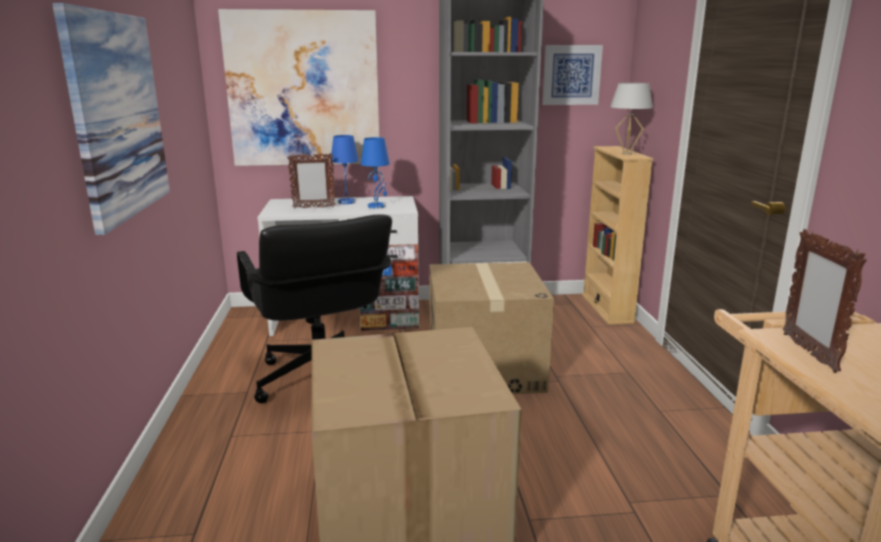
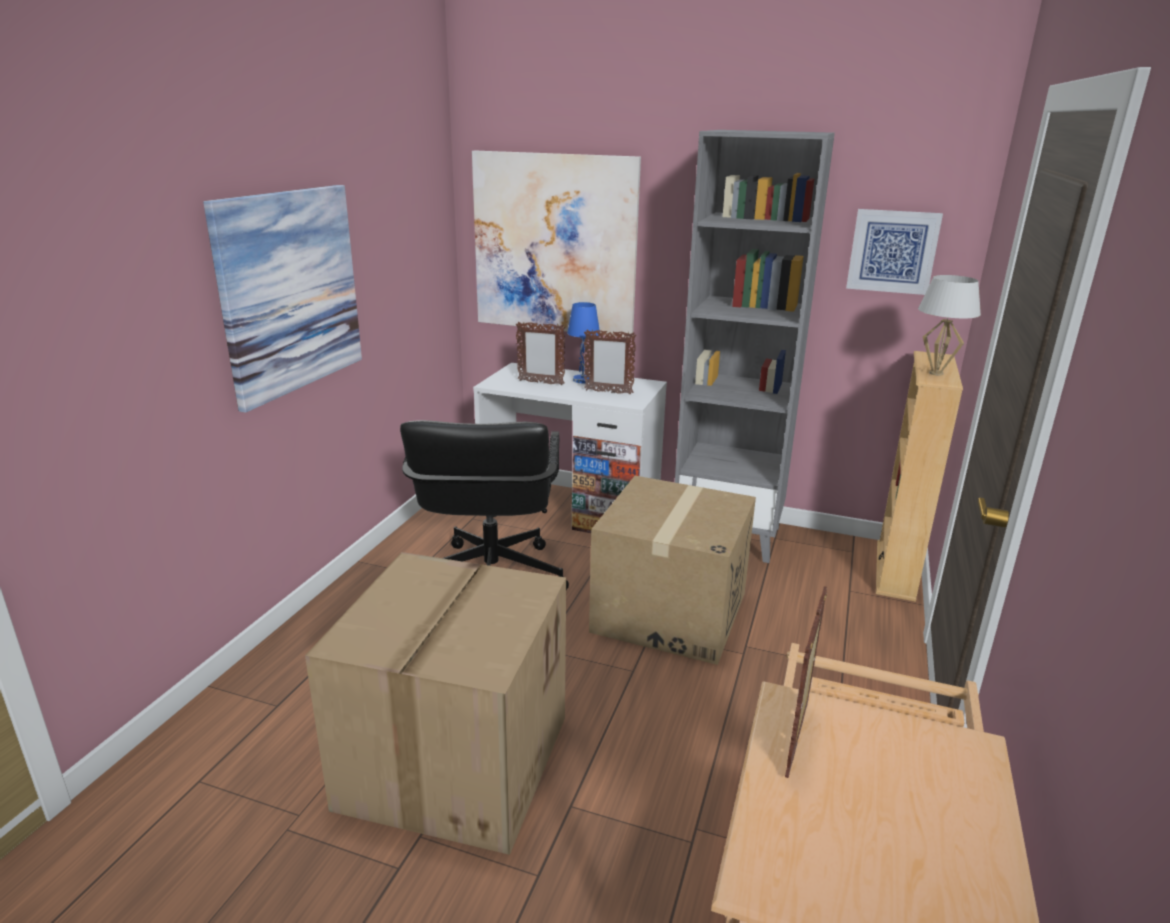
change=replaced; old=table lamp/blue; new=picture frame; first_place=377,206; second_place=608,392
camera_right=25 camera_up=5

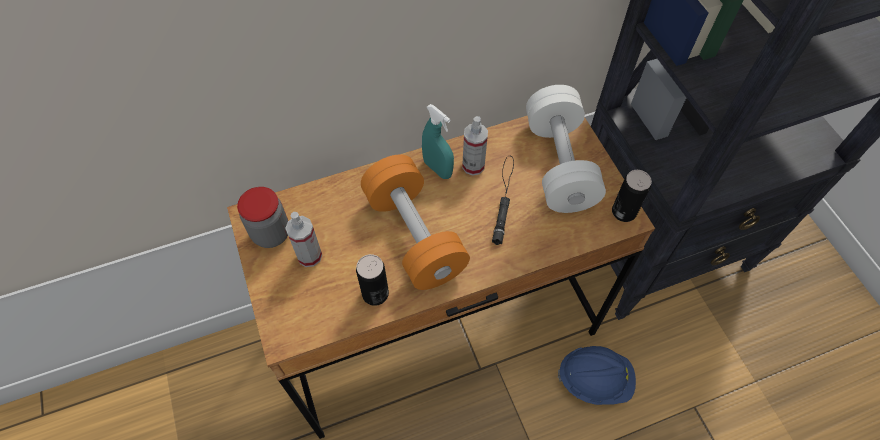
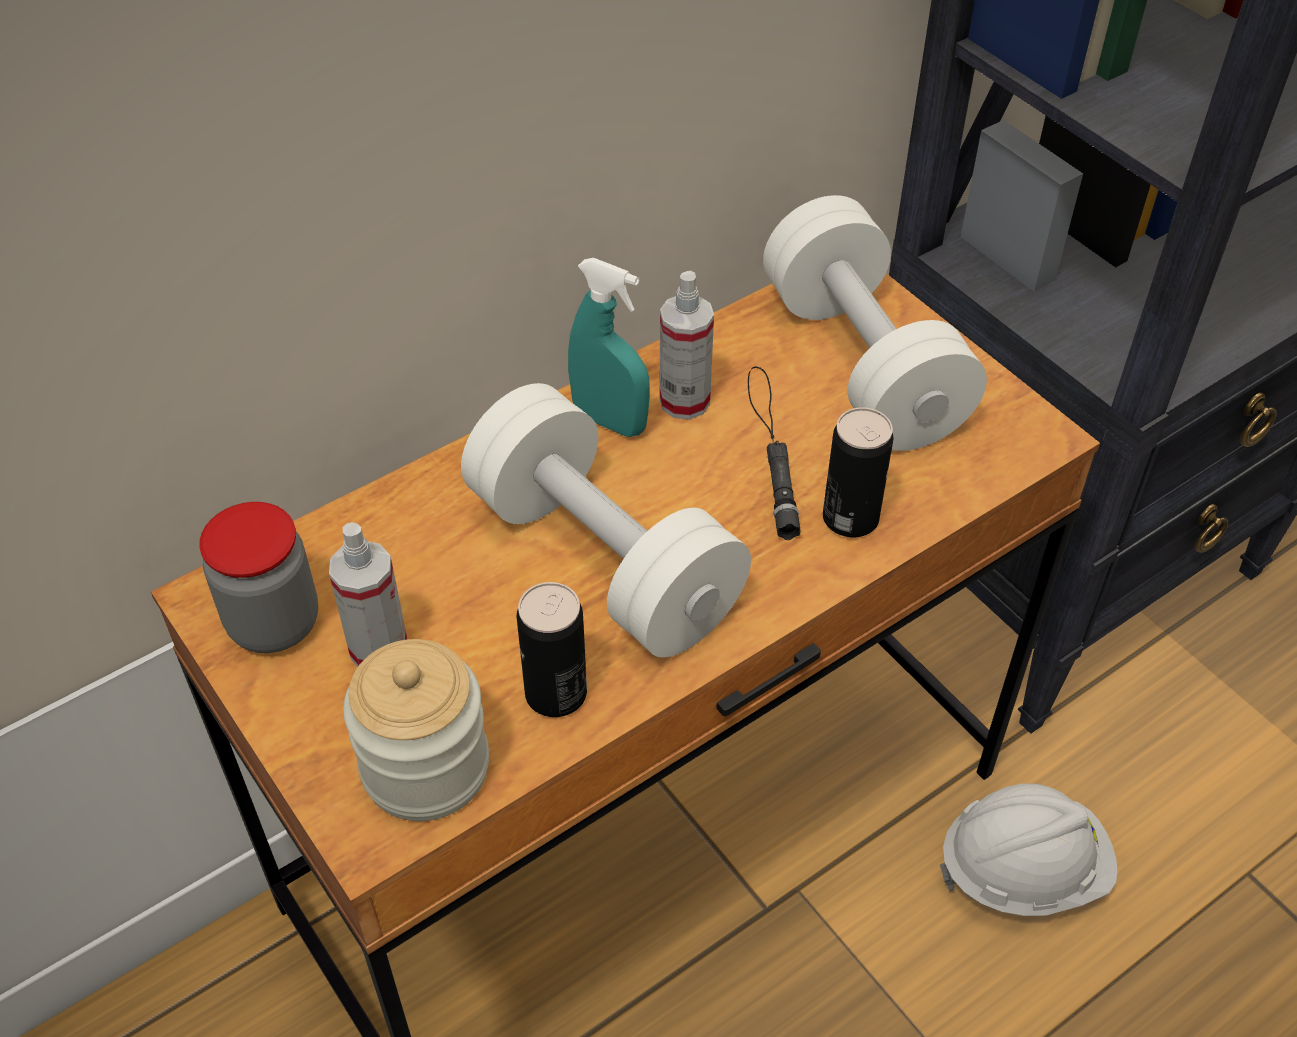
change=added; new=jar; second_place=426,767
change=recoloured; old=dumbbell/orange; new=dumbbell/white; first_place=414,235; second_place=604,560
change=moved; old=can; first_place=624,212; second_place=850,518
change=recoloured; old=hard hat/blue; new=hard hat/white; first_place=594,380; second_place=1023,870
camera_right=-15 camera_up=-10

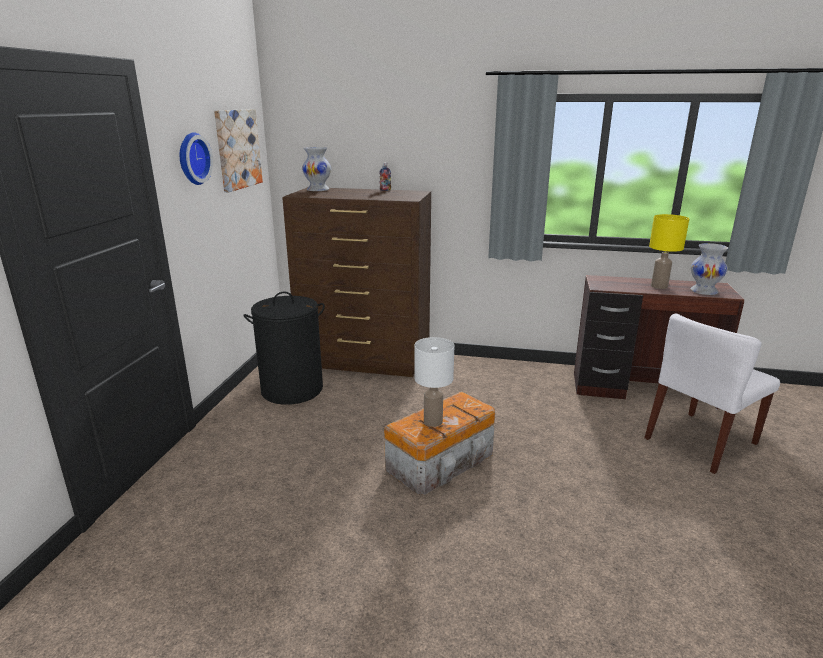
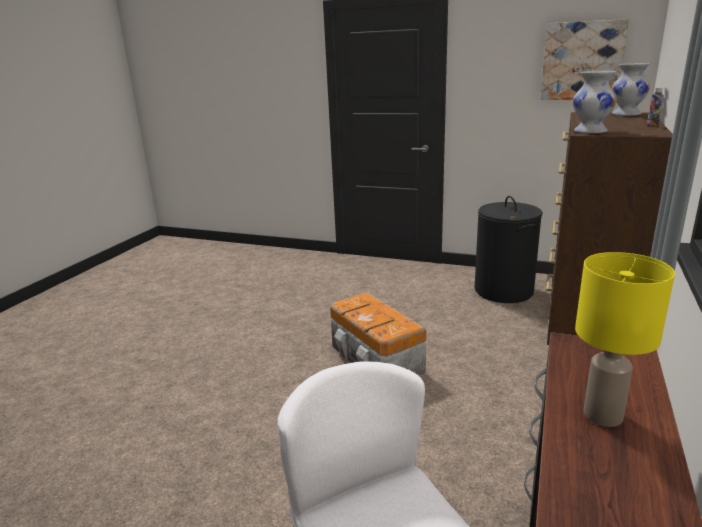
change=moved; old=vase/white; first_place=703,291; second_place=590,131
change=removed; old=wall clock; first_place=192,158
change=removed; old=table lamp/white; first_place=433,422
camera_right=100 camera_up=0

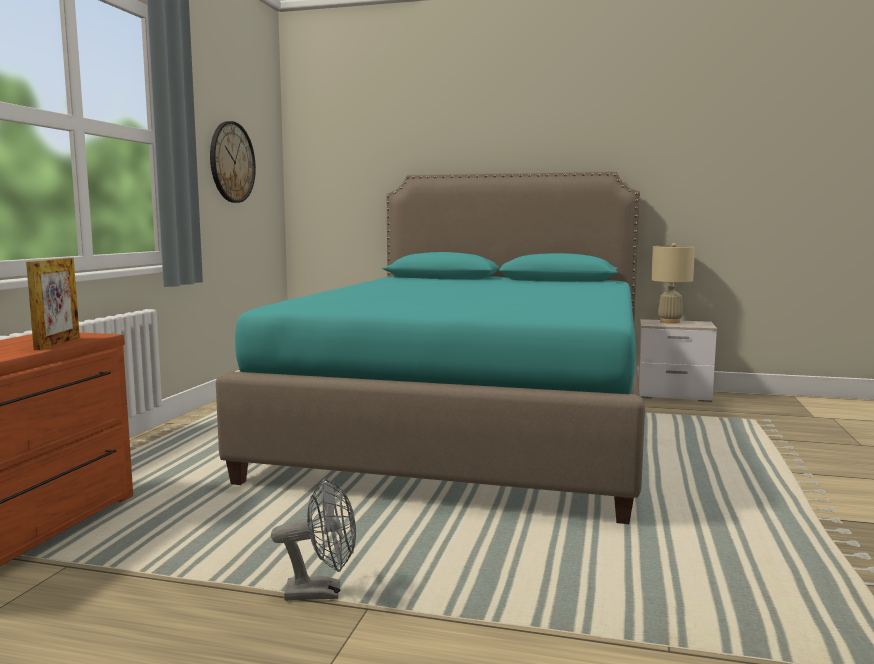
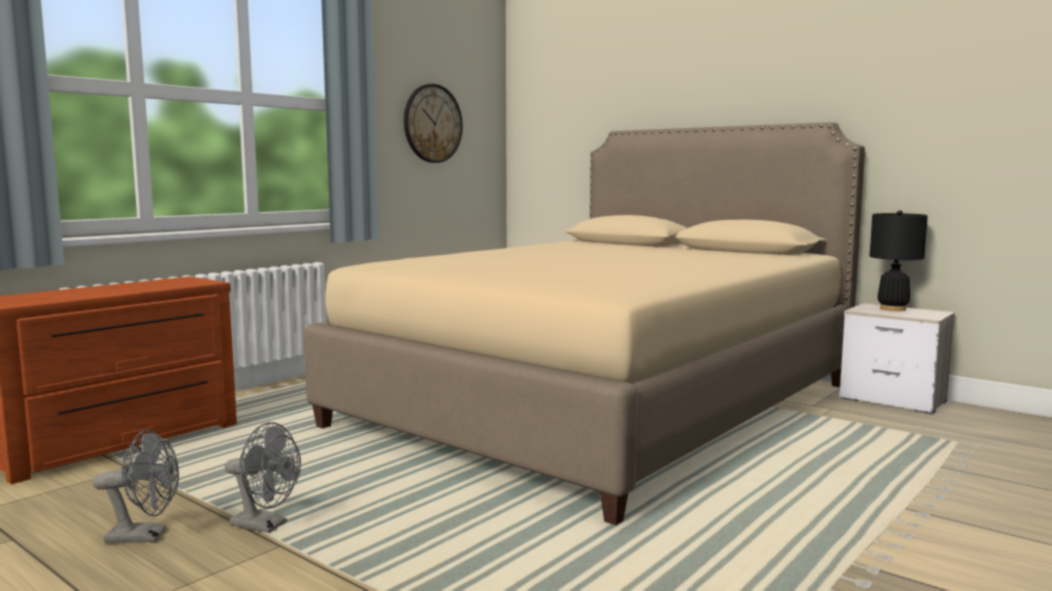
change=added; new=fan/grey; second_place=145,536
change=recoloured; old=bed/turquoise; new=bed/beige; first_place=473,425; second_place=603,404
change=recoloured; old=table lamp/beige; new=table lamp/black; first_place=670,322; second_place=892,309
change=removed; old=picture frame; first_place=57,343
camera_right=25 camera_up=0

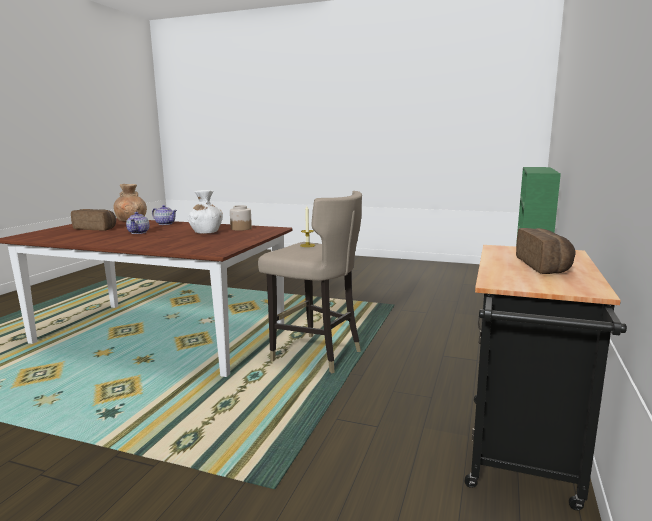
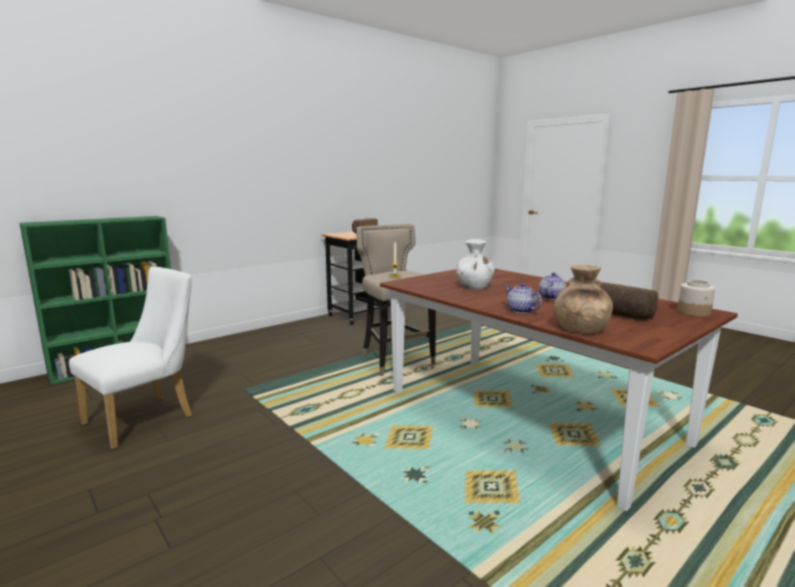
change=added; new=chair/white; second_place=147,418
change=moved; old=jar; first_place=241,228; second_place=694,313
camera_right=-150 camera_up=0

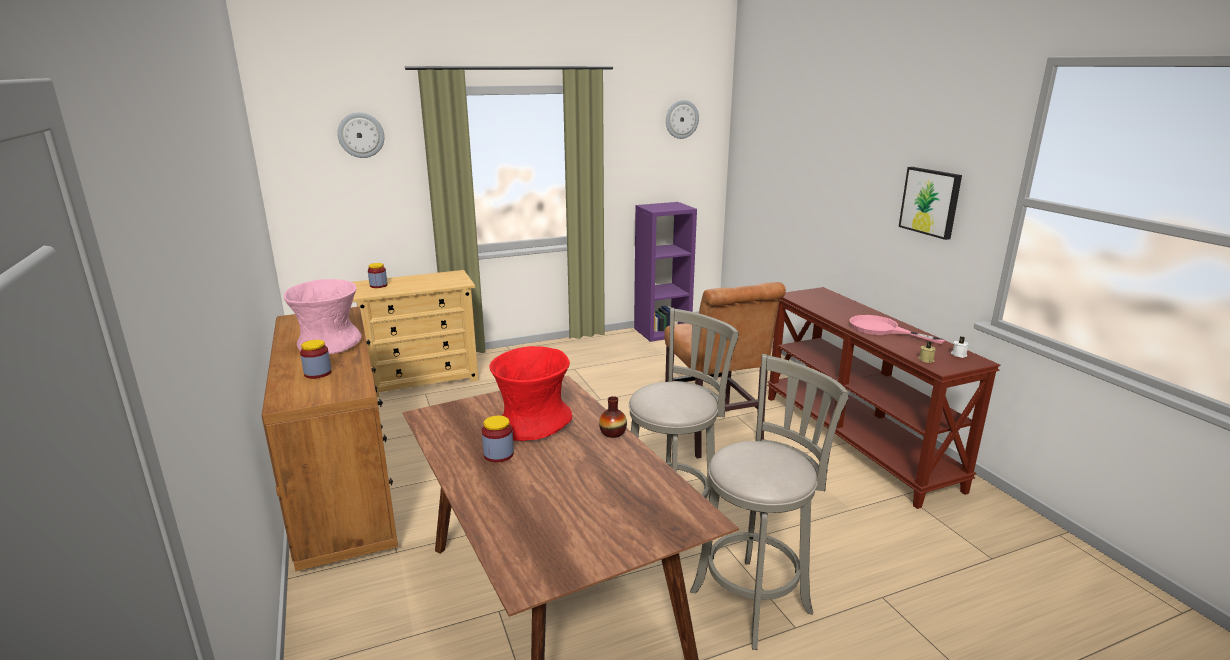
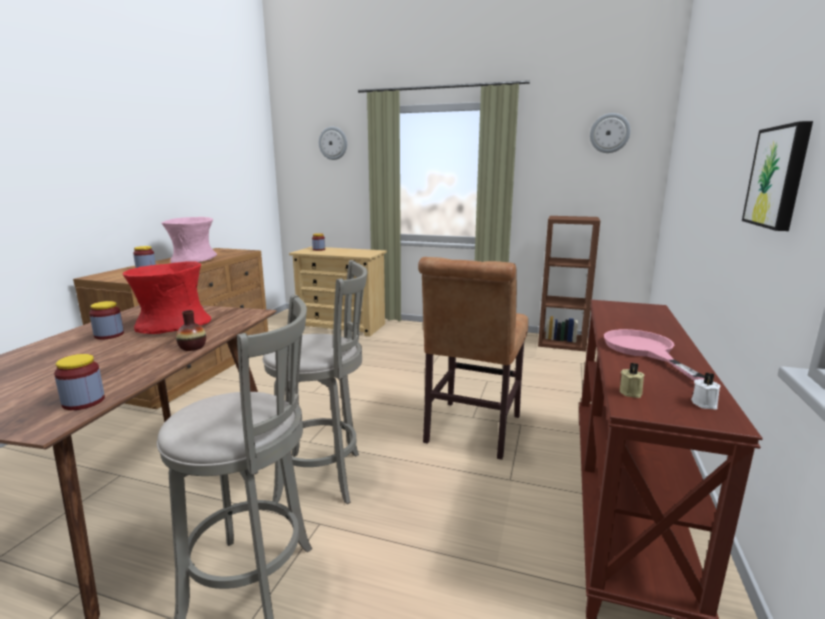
change=added; new=jar; second_place=83,402
change=recoloured; old=bookcase/purple; new=bookcase/brown; first_place=662,331; second_place=562,342
camera_right=40 camera_up=-5

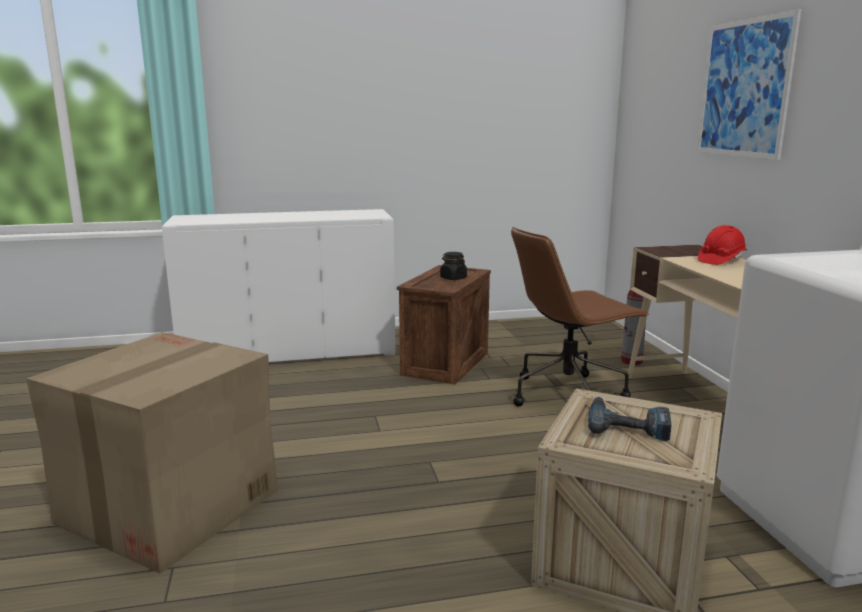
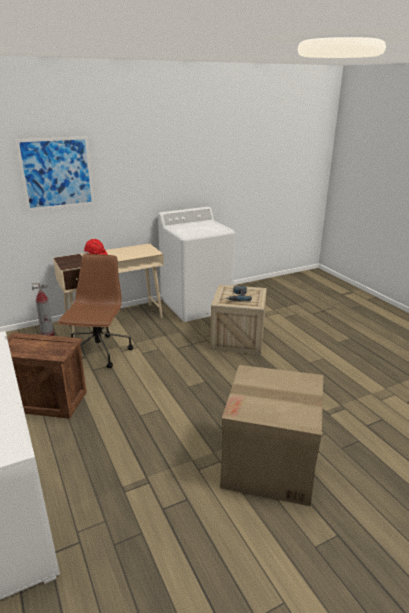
change=turned; old=office chair/brown; first_place=568,394; second_place=99,353; degrees=-135
change=removed; old=jar/black; first_place=453,278
camera_right=-105 camera_up=10

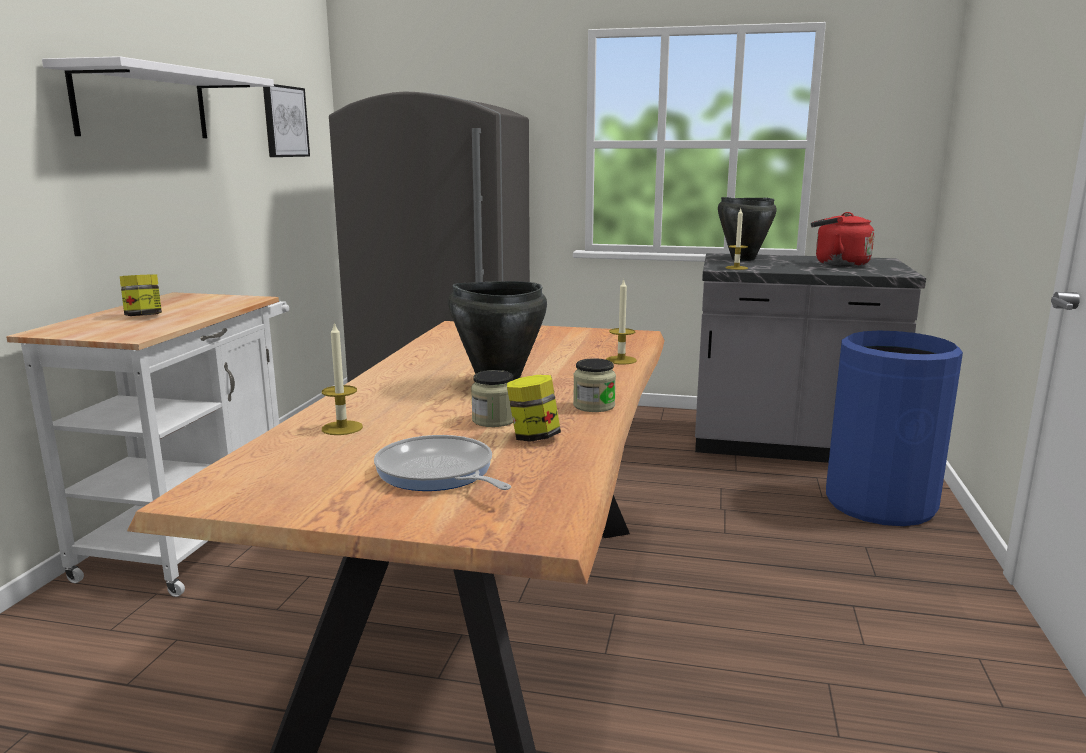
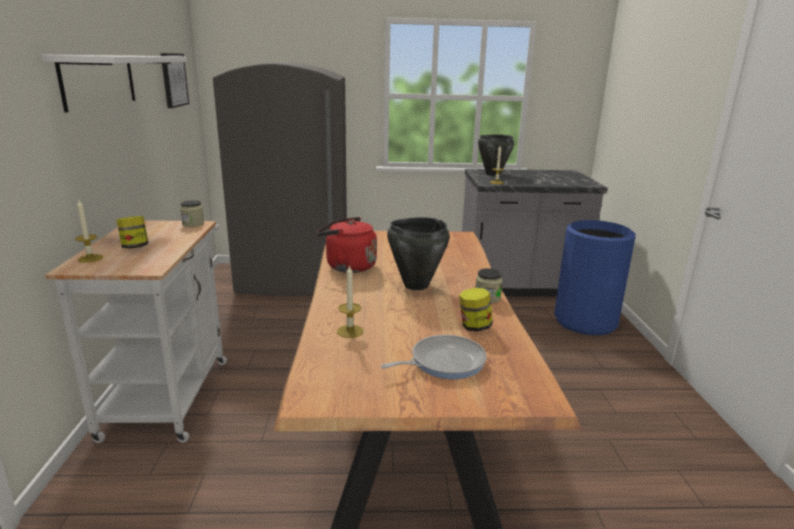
change=moved; old=candle; first_place=621,360; second_place=90,258
change=moved; old=jar; first_place=494,420; second_place=193,224
change=moved; old=kettle/red; first_place=837,264; second_place=347,266
change=turned; old=frying pan; first_place=438,473; second_place=443,362; degrees=120
camera_right=-15 camera_up=5

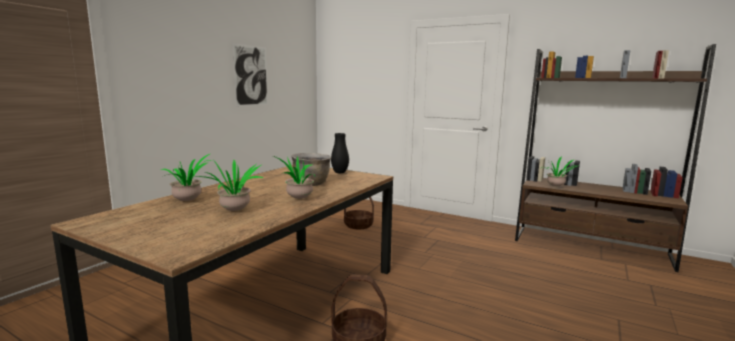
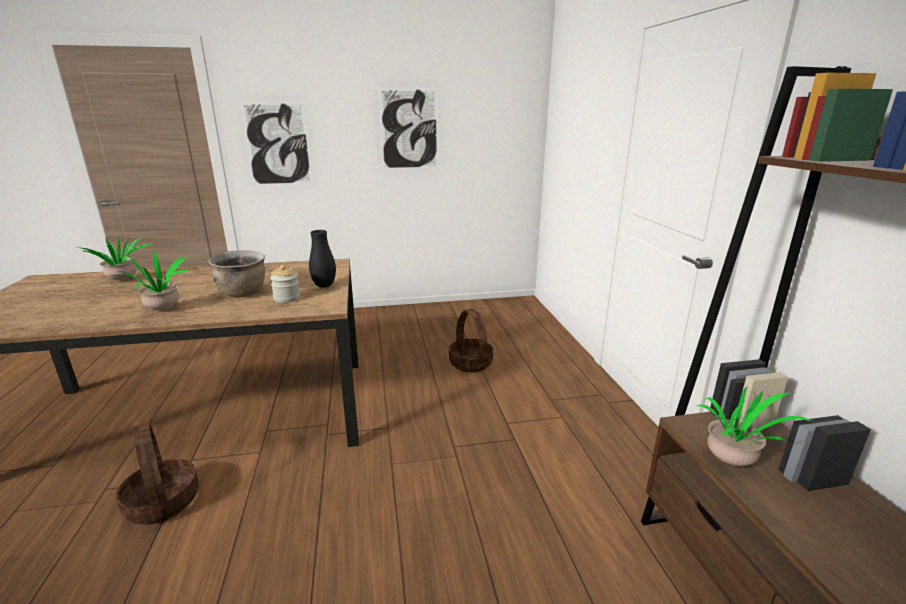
change=added; new=picture; second_place=277,144
change=added; new=jar; second_place=287,298
change=removed; old=potted plant; first_place=234,210
camera_right=50 camera_up=10

